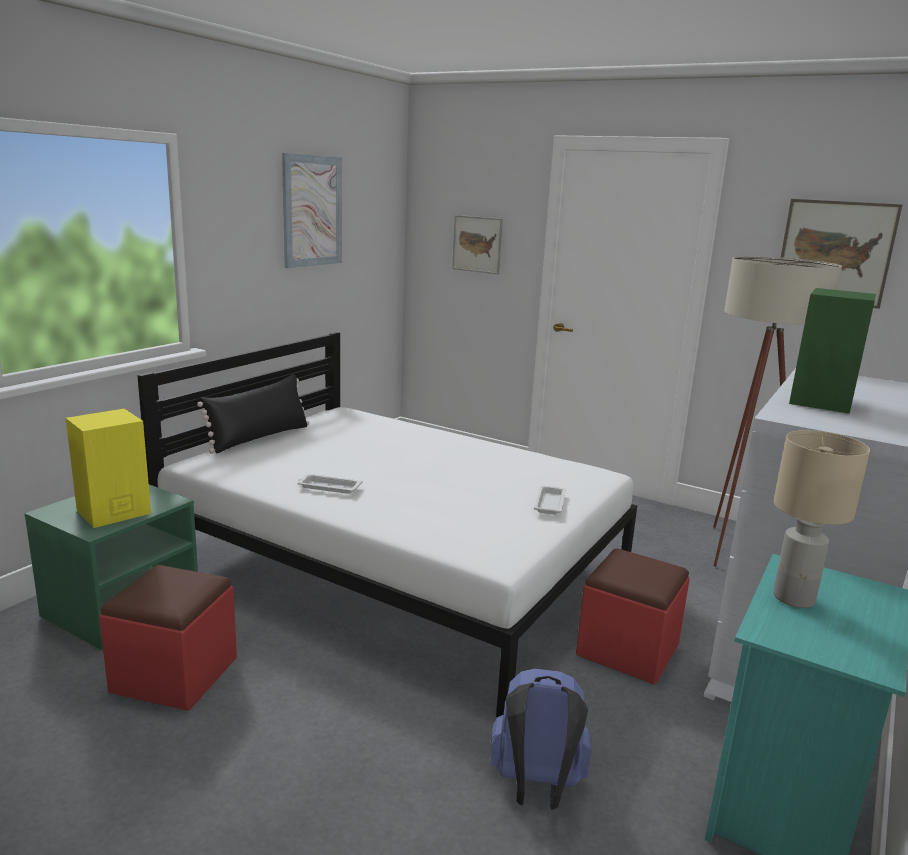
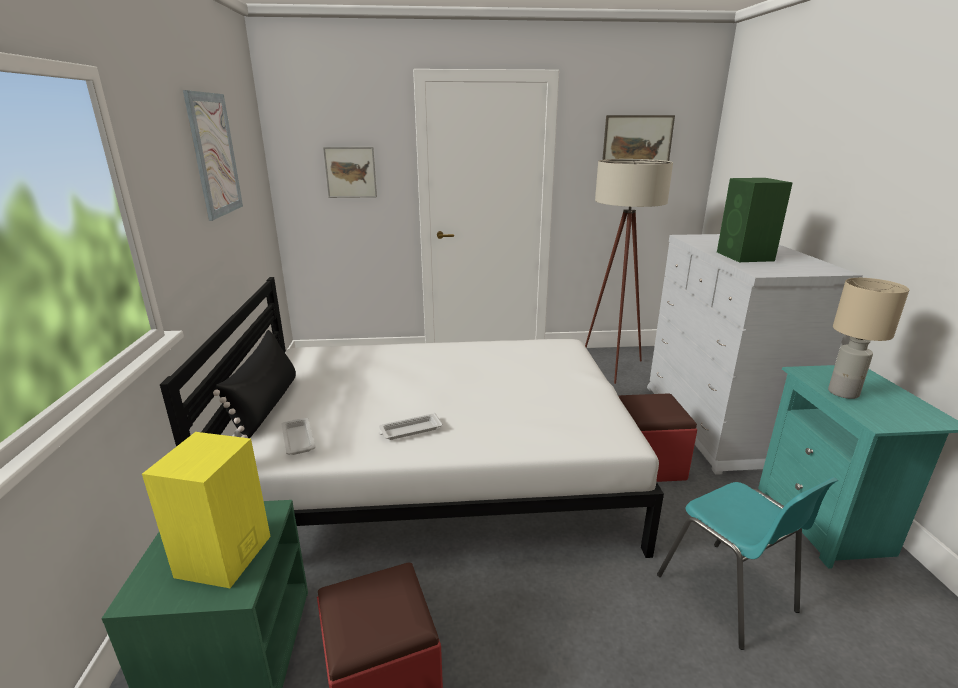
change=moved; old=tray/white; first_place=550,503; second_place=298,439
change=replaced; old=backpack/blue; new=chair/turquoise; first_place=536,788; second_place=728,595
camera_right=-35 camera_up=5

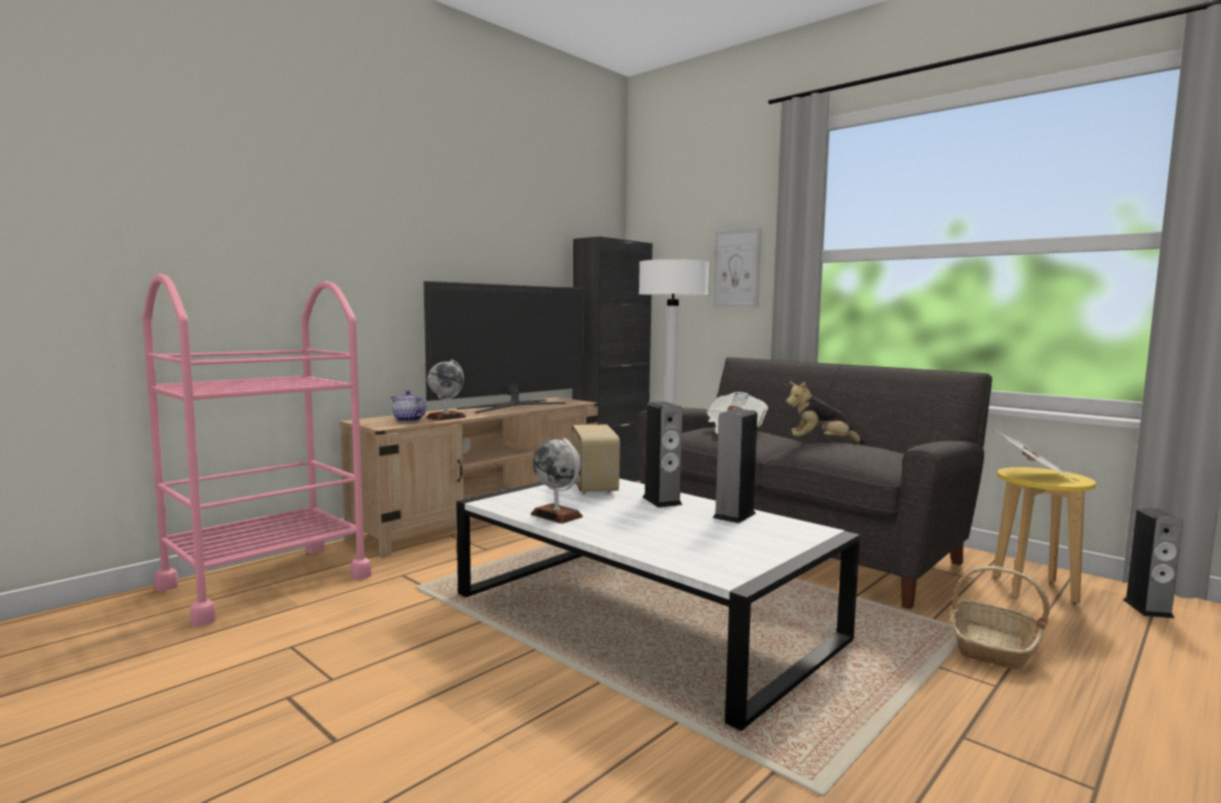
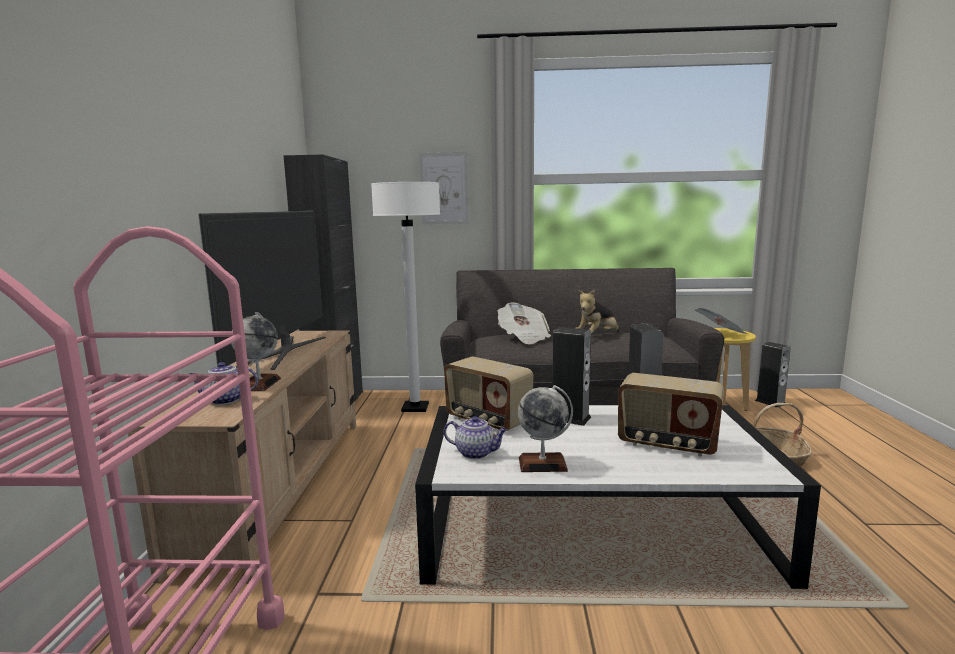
change=added; new=teapot; second_place=476,453
change=added; new=radio; second_place=667,444
camera_right=-40 camera_up=5

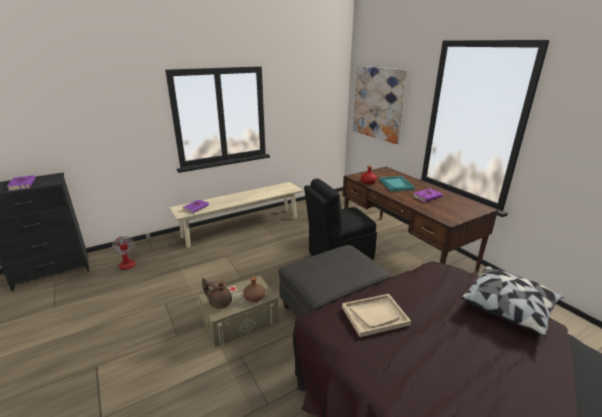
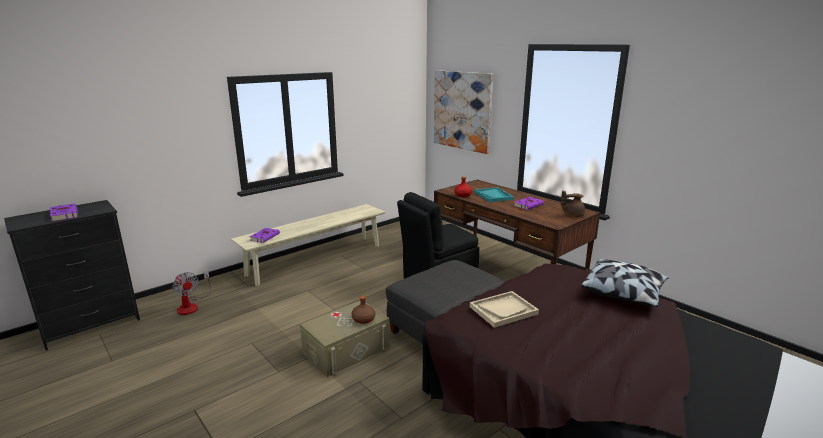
change=moved; old=teapot/brown; first_place=220,303; second_place=572,215
camera_right=-10 camera_up=-5

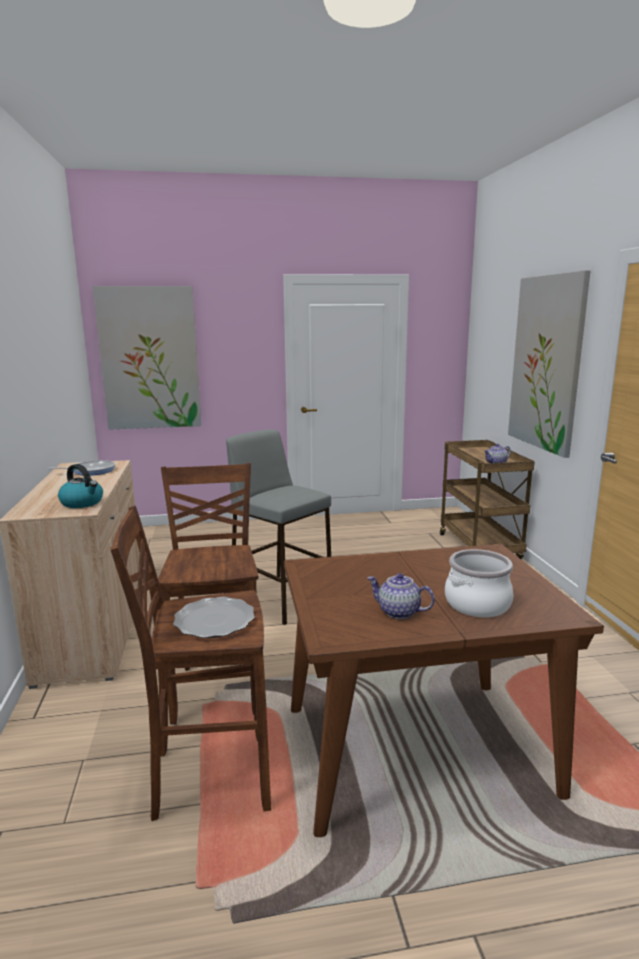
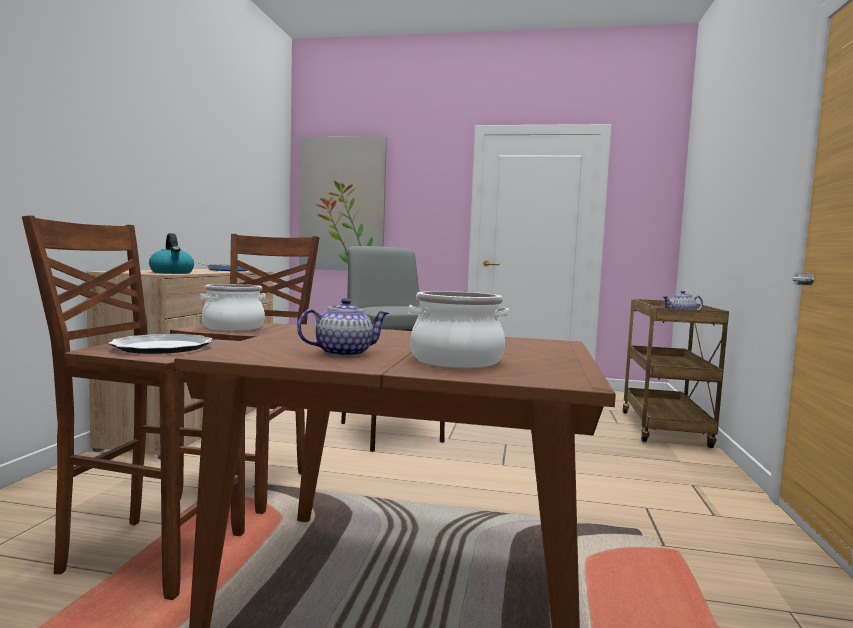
change=added; new=cooking pot; second_place=234,328
change=turned; old=teapot; first_place=398,612; second_place=344,353; degrees=105
change=removed; old=picture; first_place=546,363
camera_right=20 camera_up=-10

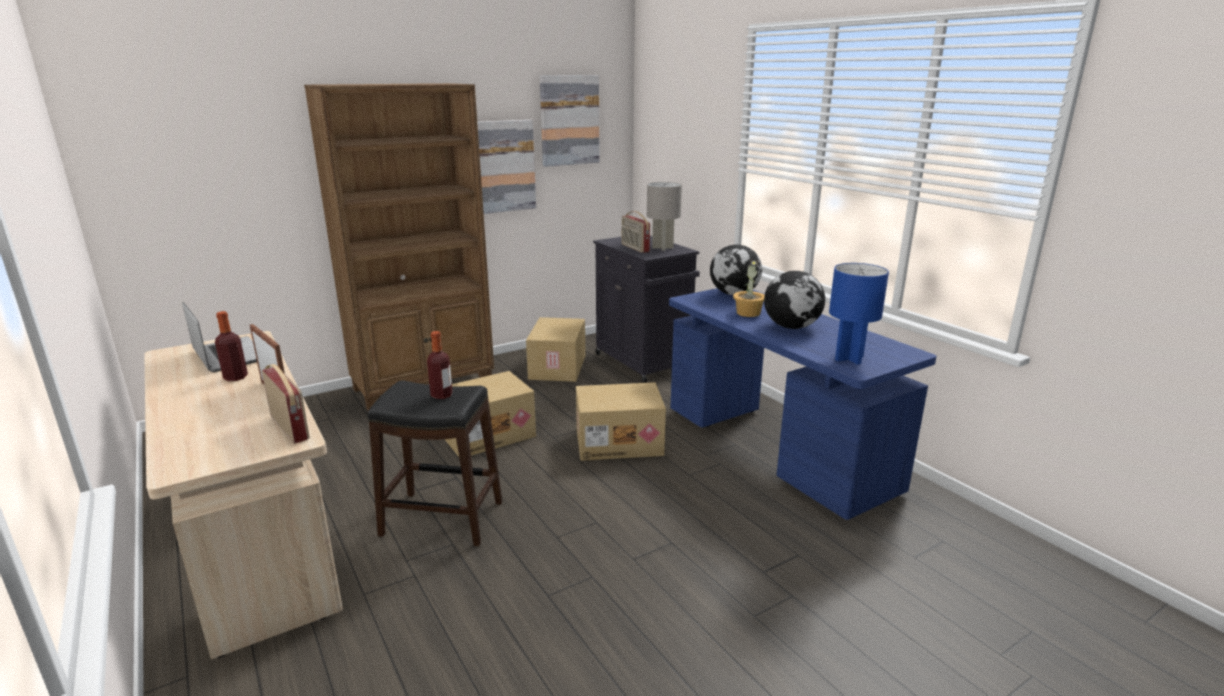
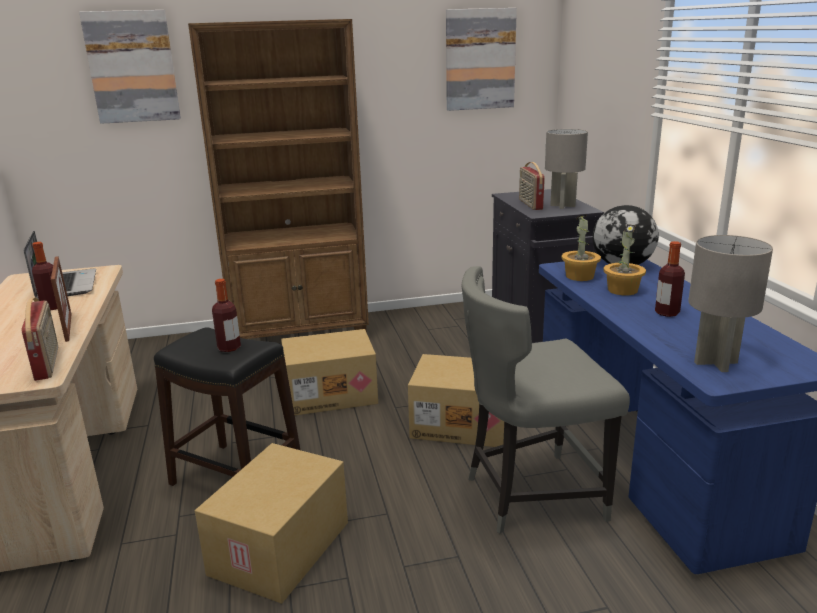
change=moved; old=picture; first_place=502,166; second_place=132,67
change=moved; old=cardboard box; first_place=558,367; second_place=281,549
change=added; new=chair/grey; second_place=530,495
change=added; new=potted plant; second_place=580,276
change=replaced; old=globe; new=bottle; first_place=792,327; second_place=667,313
change=recoloured; old=table lamp/blue; new=table lamp/grey; first_place=849,358; second_place=716,363
camera_right=20 camera_up=0

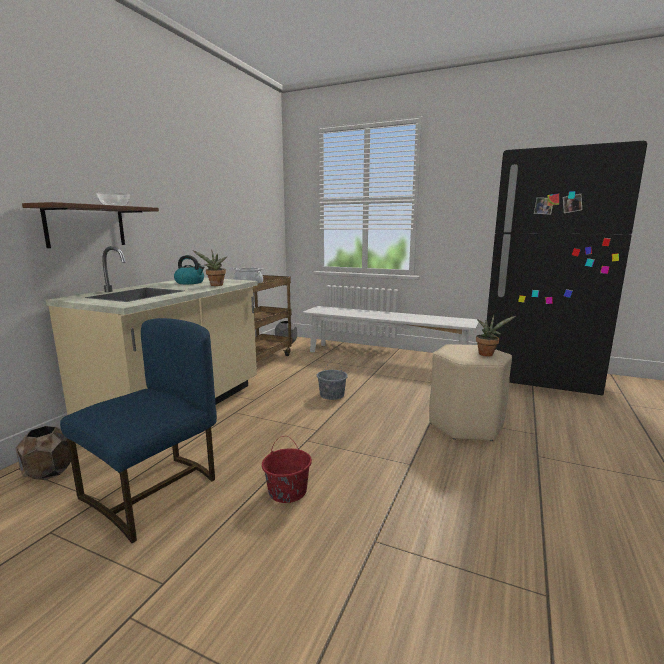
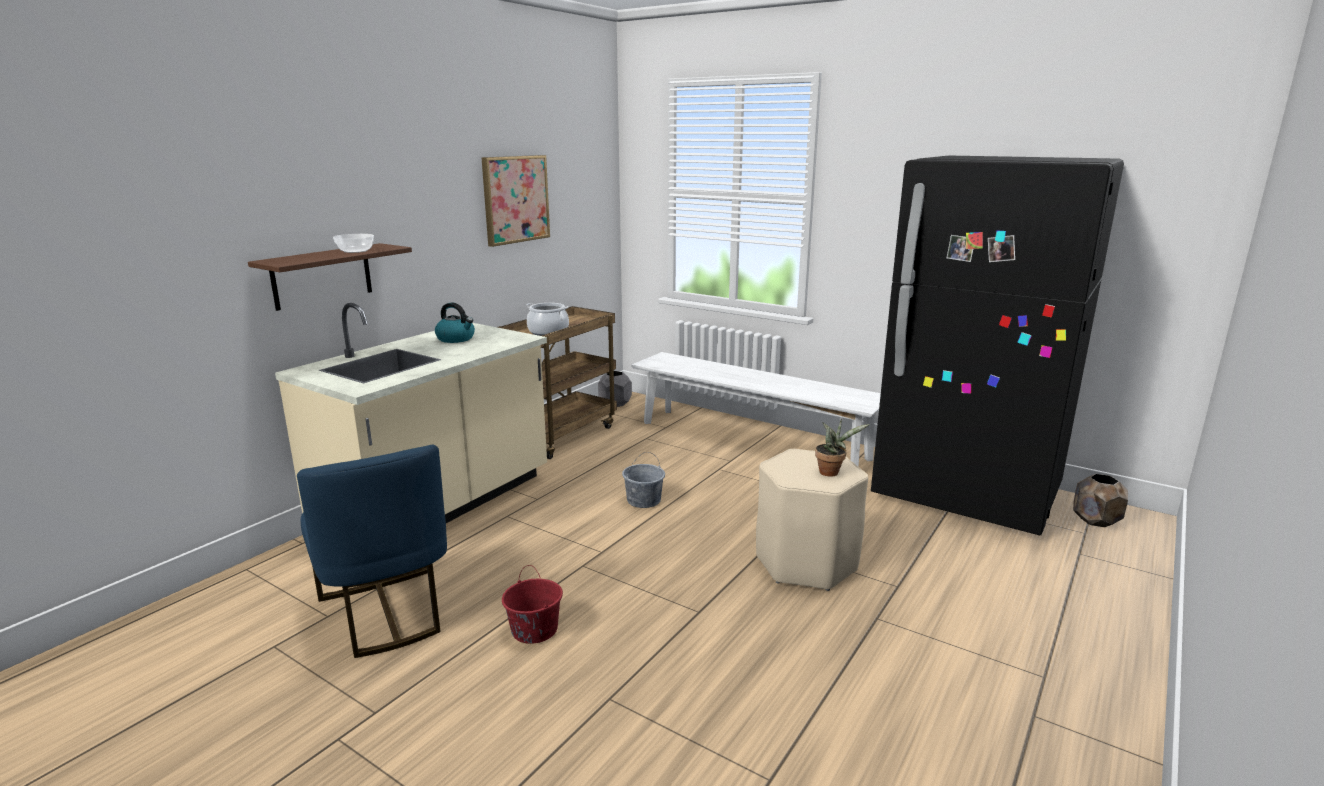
change=turned; old=chair/blue; first_place=154,491; second_place=386,613; degrees=105
change=added; new=picture; second_place=515,199
change=moved; old=planter/brown; first_place=49,473; second_place=1096,521
change=removed; old=potted plant; first_place=215,285
camera_right=10 camera_up=5

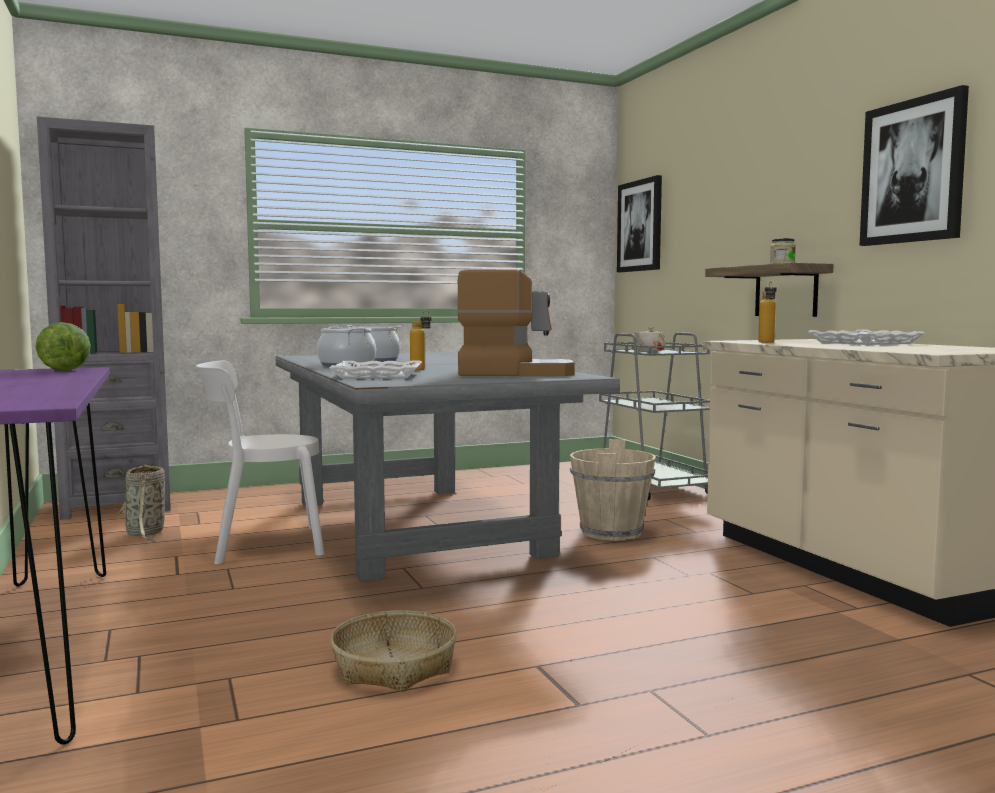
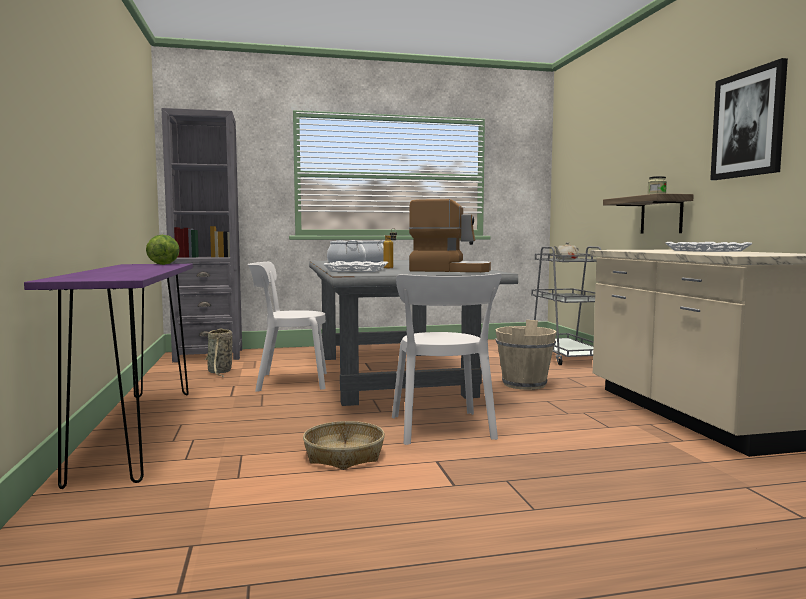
change=added; new=chair/white; second_place=442,429
change=removed; old=picture; first_place=640,226
change=removed; old=bottle; first_place=767,342
camera_right=10 camera_up=0

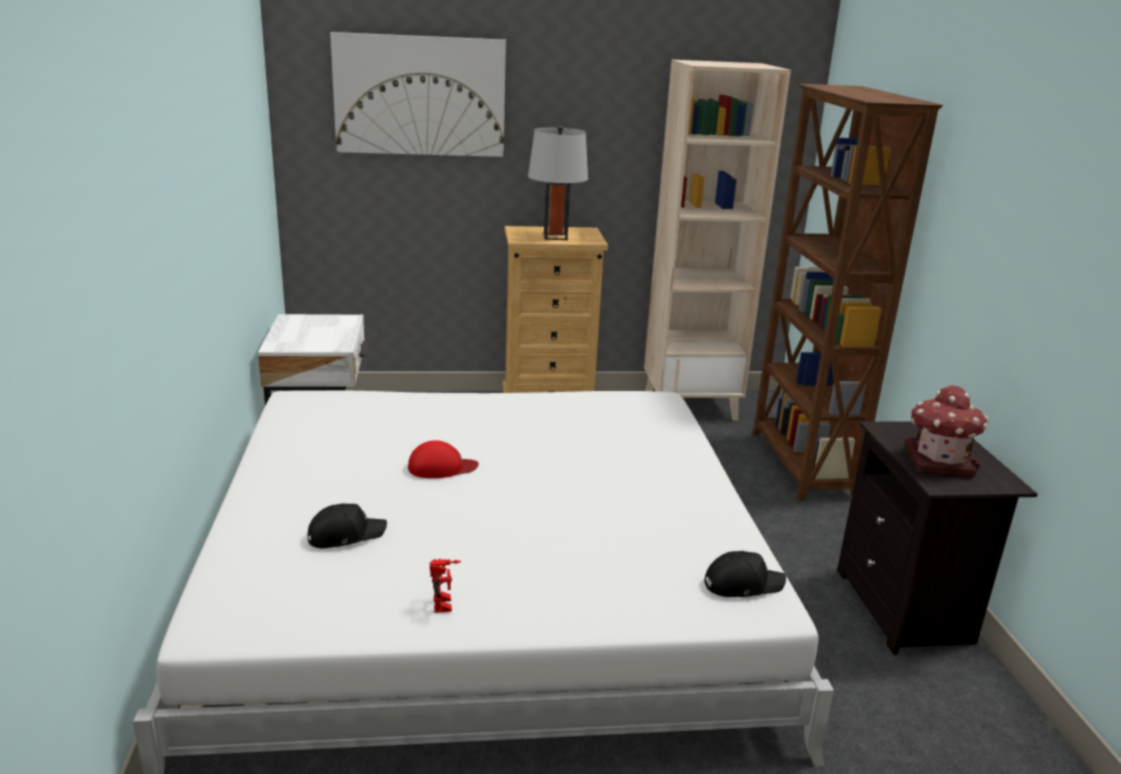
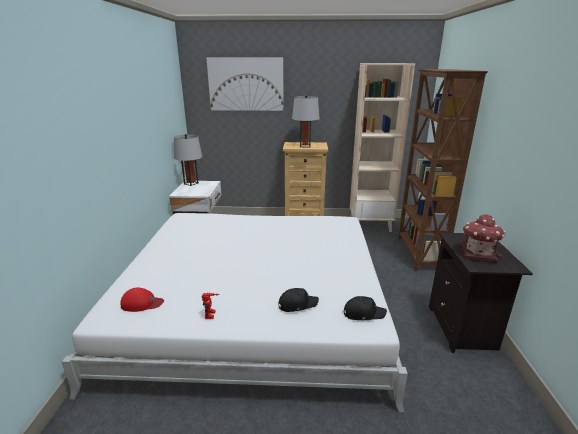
change=moved; old=cap/red; first_place=441,467; second_place=142,303
change=added; new=table lamp/grey; second_place=191,183
change=moved; old=cap/black; first_place=345,535; second_place=297,304
camera_right=10 camera_up=0

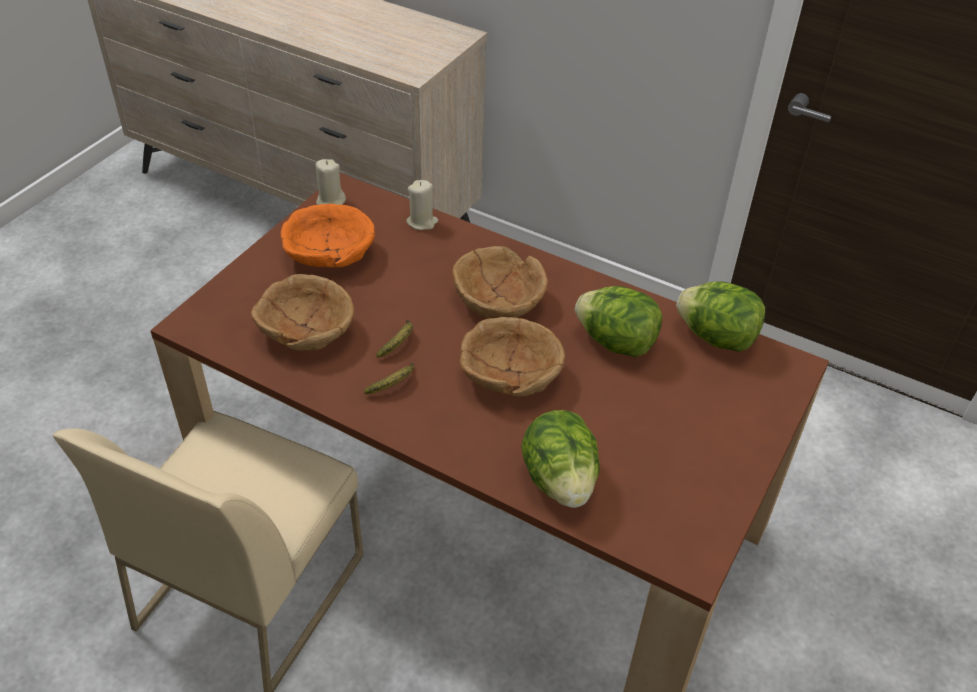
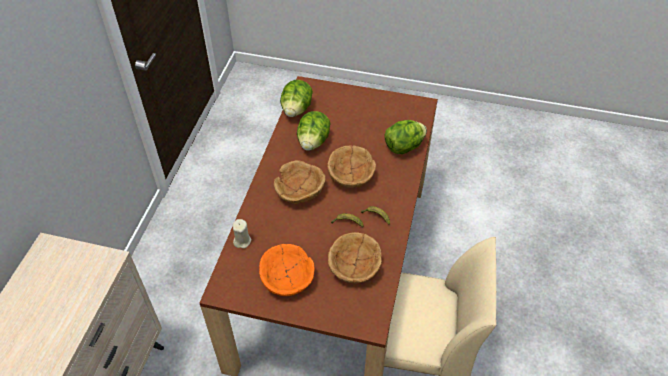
change=removed; old=candle/beige; first_place=330,201
camera_right=-105 camera_up=5

